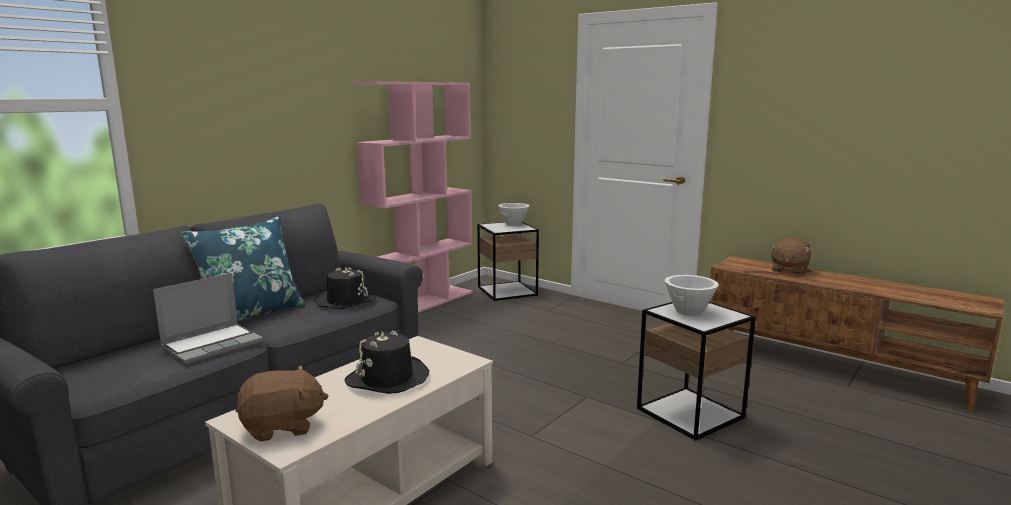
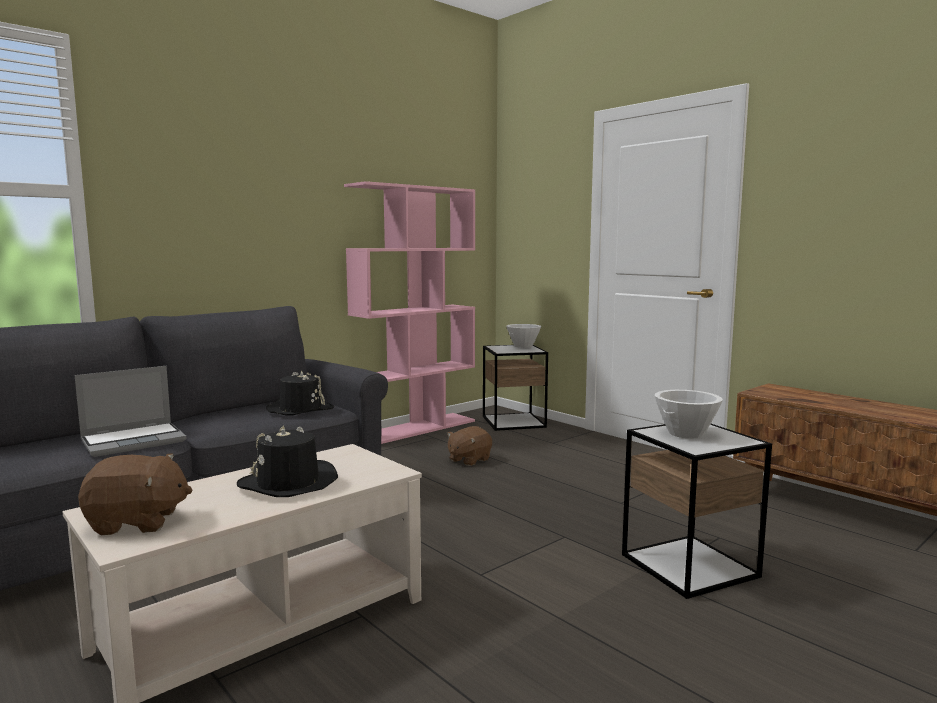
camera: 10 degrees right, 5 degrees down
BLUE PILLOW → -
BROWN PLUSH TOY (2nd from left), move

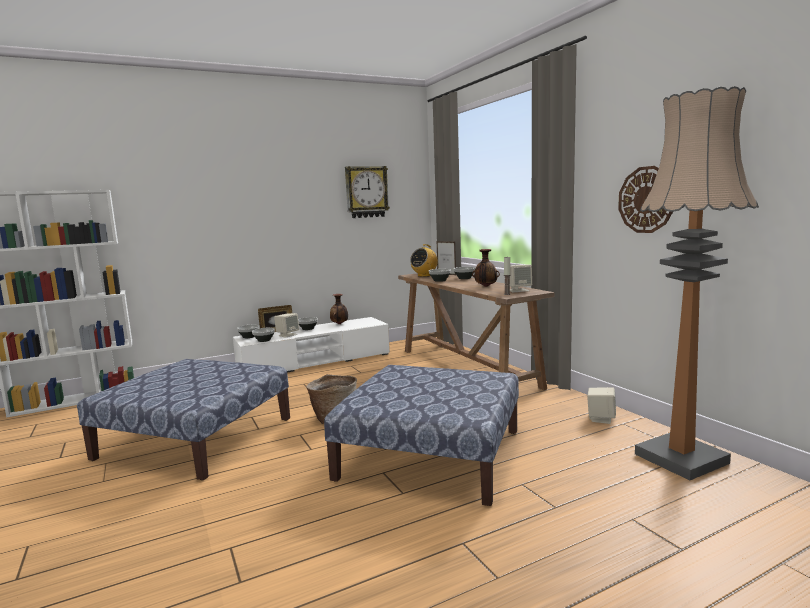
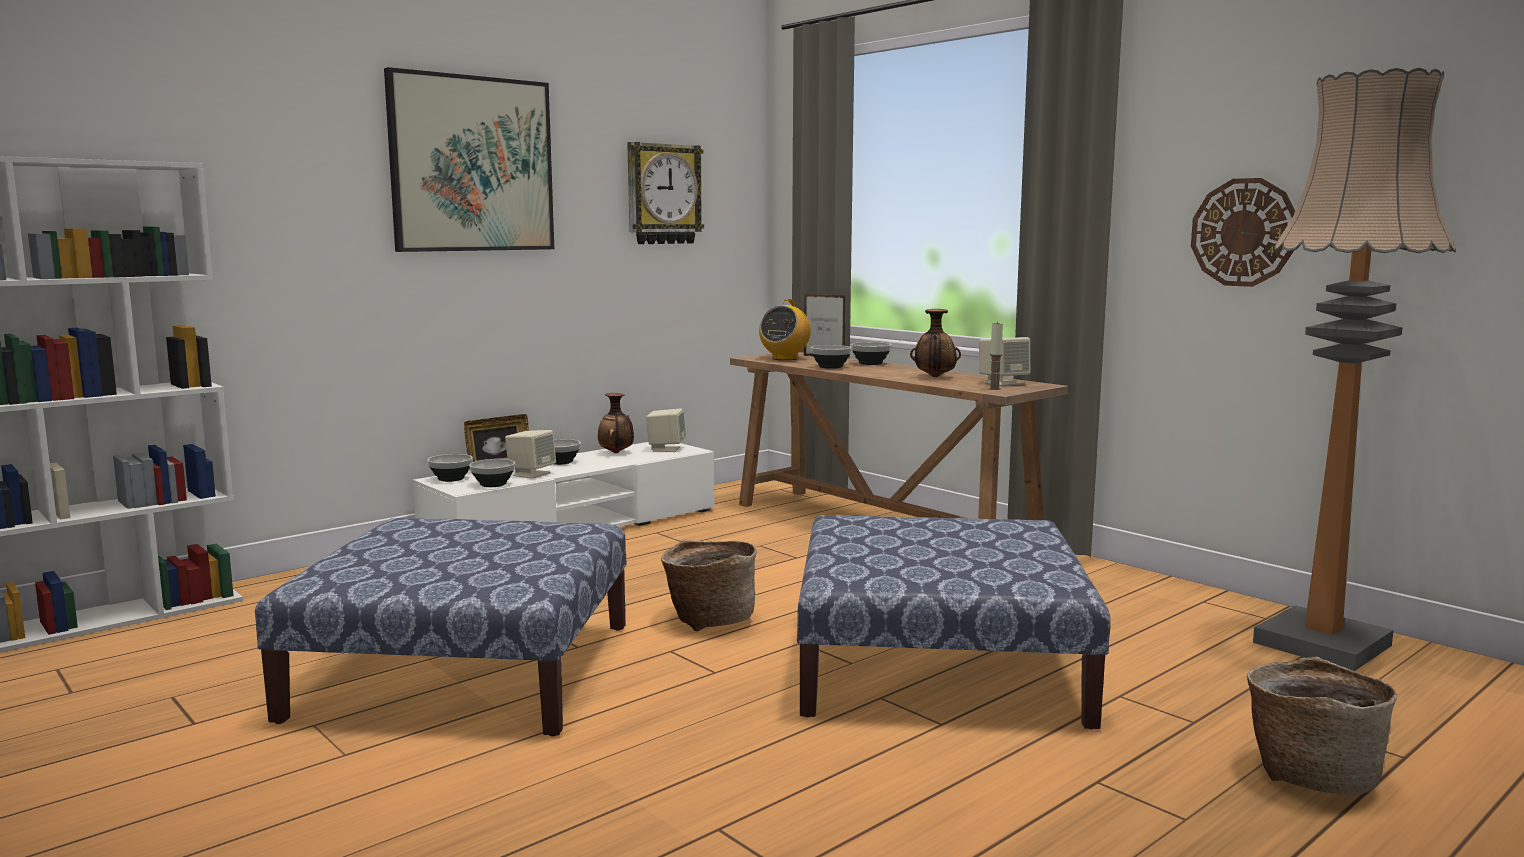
camera: 15 degrees left, 0 degrees up
- → PICTURE
- → BASKET (2nd from left)
BEIGE SPEAKER (3rd from left in the first image) → BEIGE SPEAKER (2nd from left), move

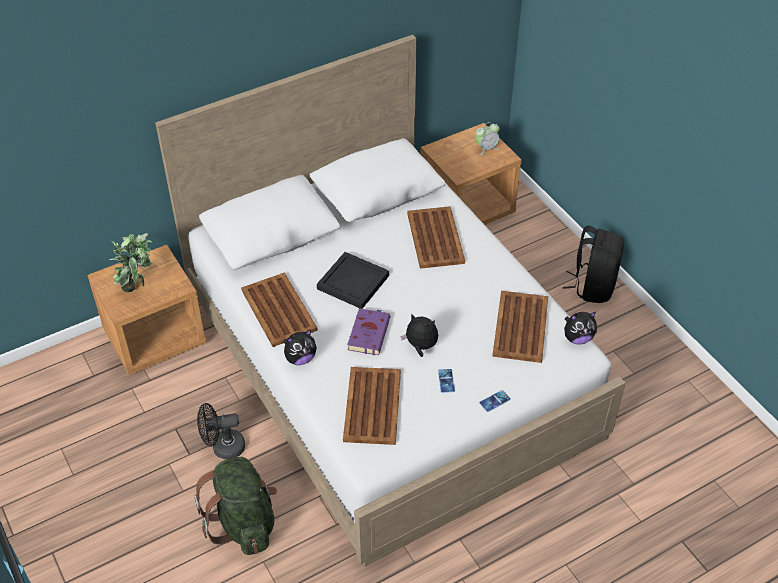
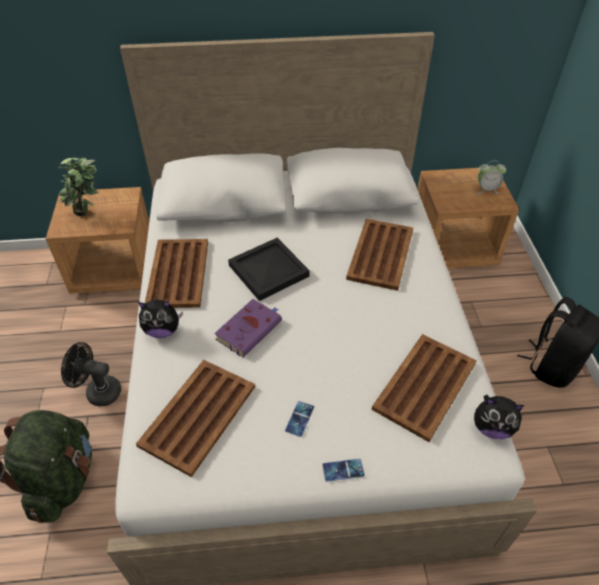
camera: 25 degrees right, 0 degrees up
PLUSH TOY (2nd from left) → -

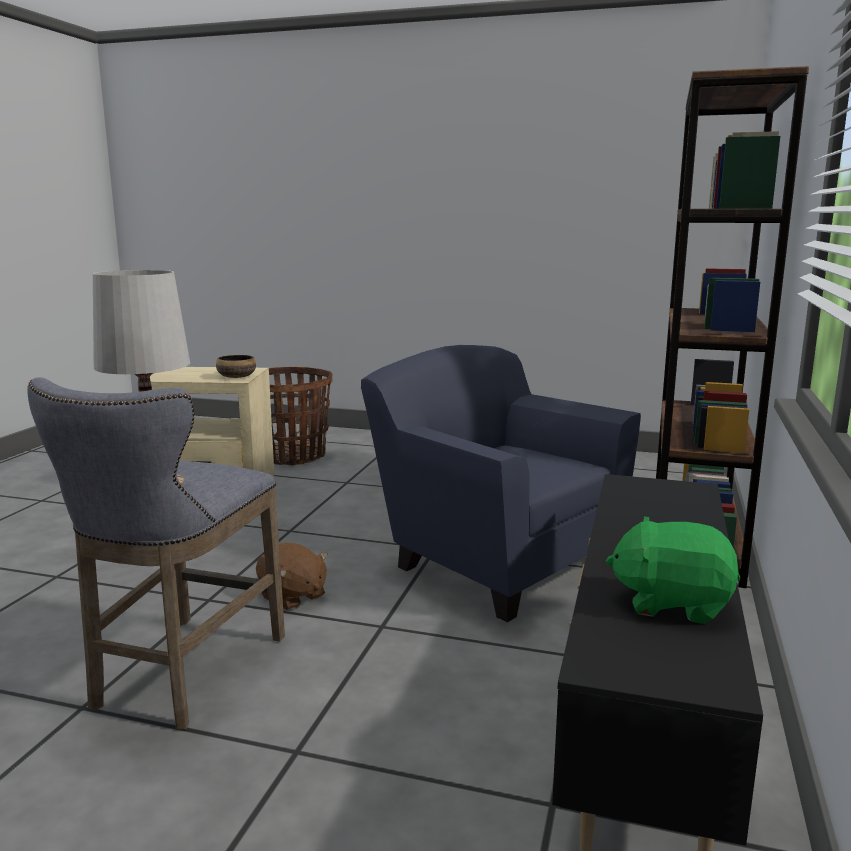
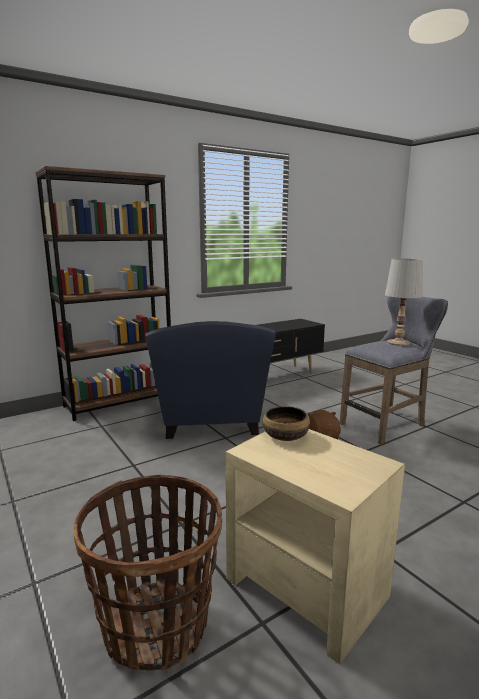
camera: 140 degrees left, 0 degrees up
GREEN PLUSH TOY → -

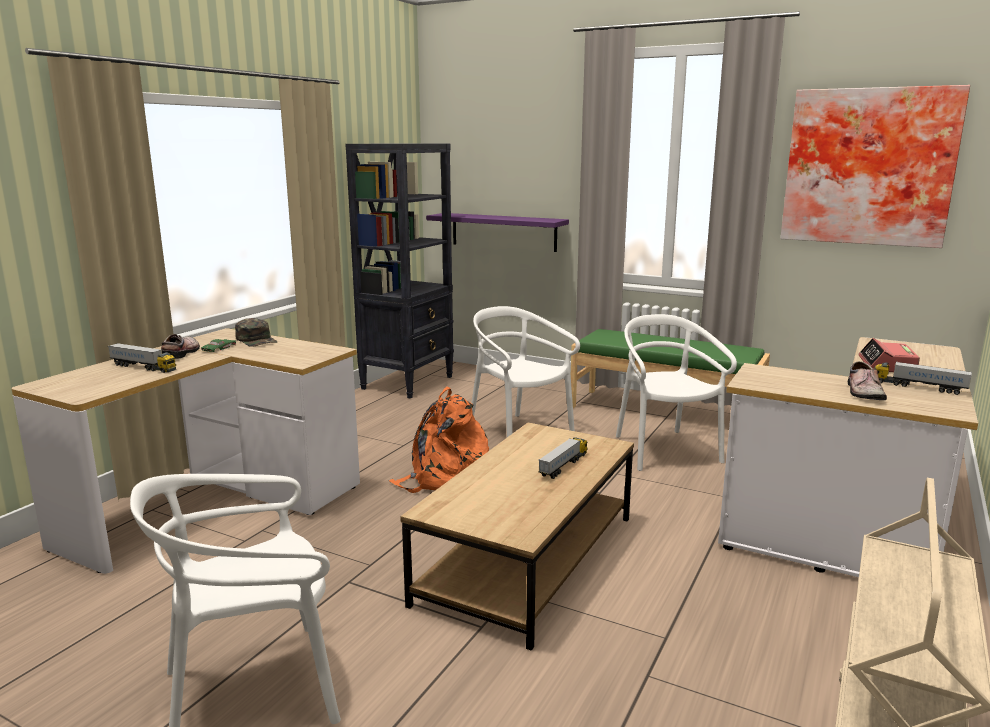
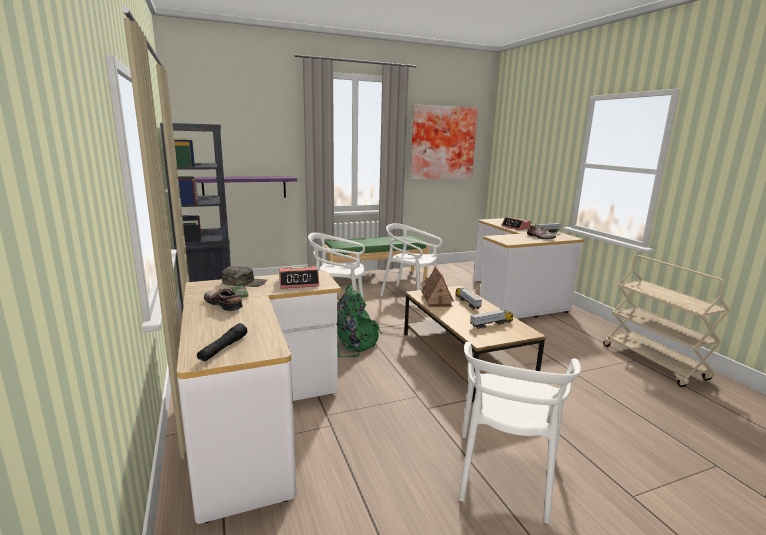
camera: 50 degrees left, 0 degrees up
- → BLACK FLASHLIGHT
- → ALARM CLOCK (1st from left)
- → TOY HOUSE
TOY TRUCK (1st from left in the first image) → TOY TRUCK (2nd from left), move
ORANGE BACKPACK → GREEN BACKPACK

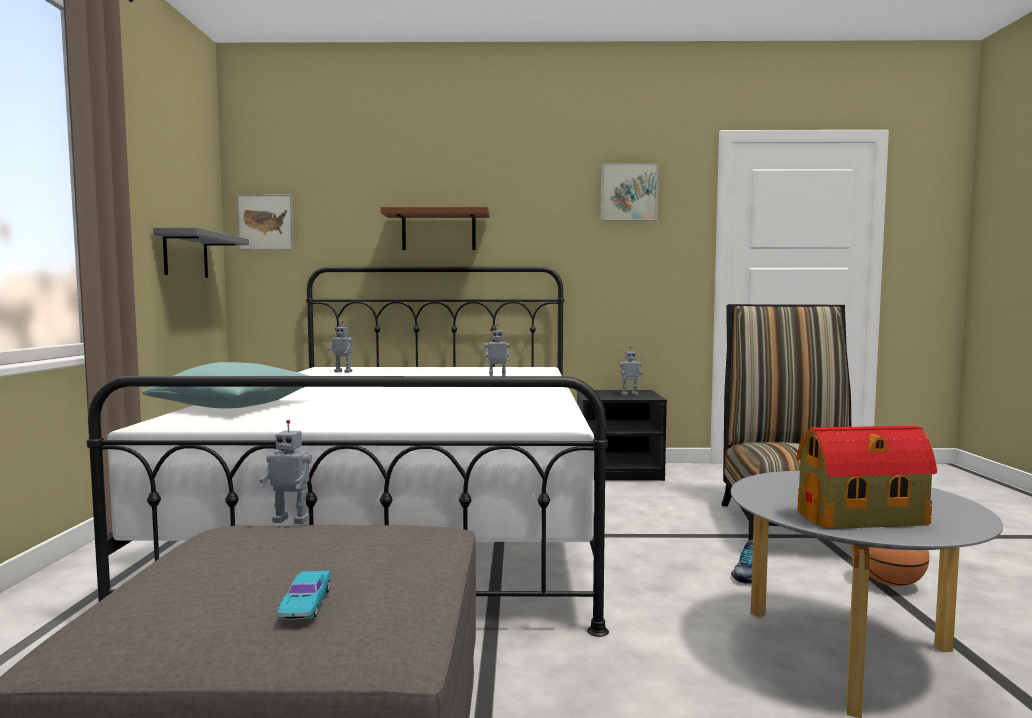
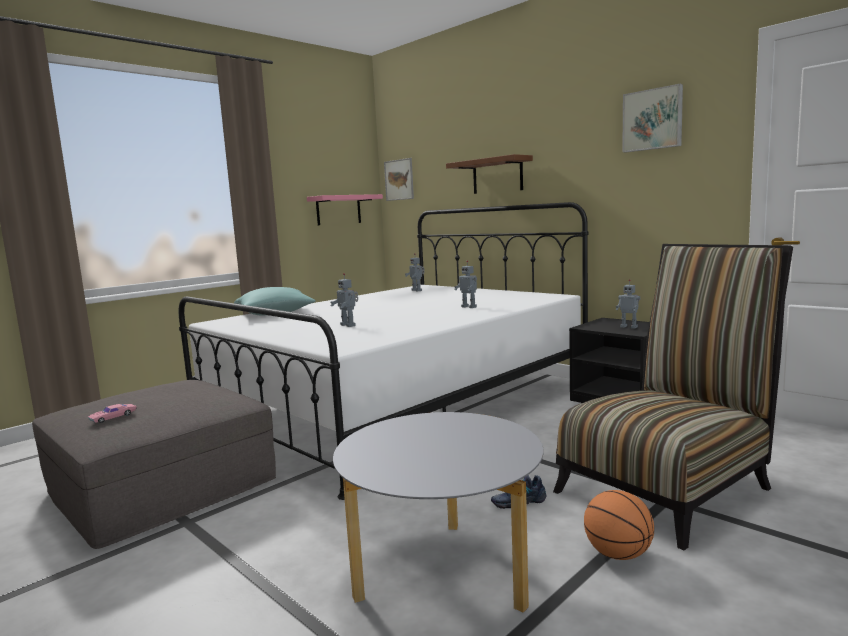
camera: 45 degrees right, 5 degrees up
TOY HOUSE → -
TOY ROBOT (1st from left), move
GREY SHELF → PINK SHELF
TURQUOISE TOY CAR → PINK TOY CAR

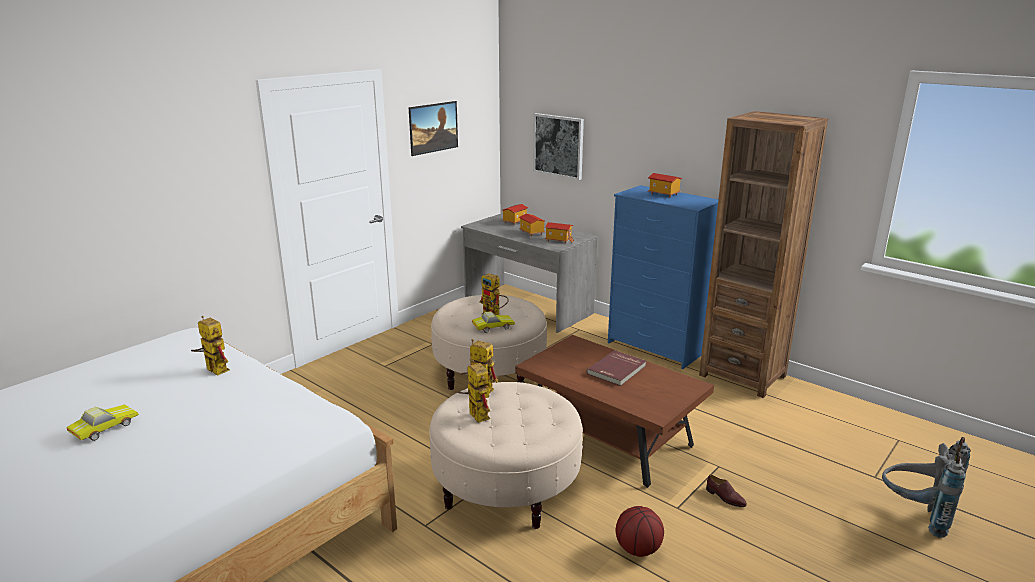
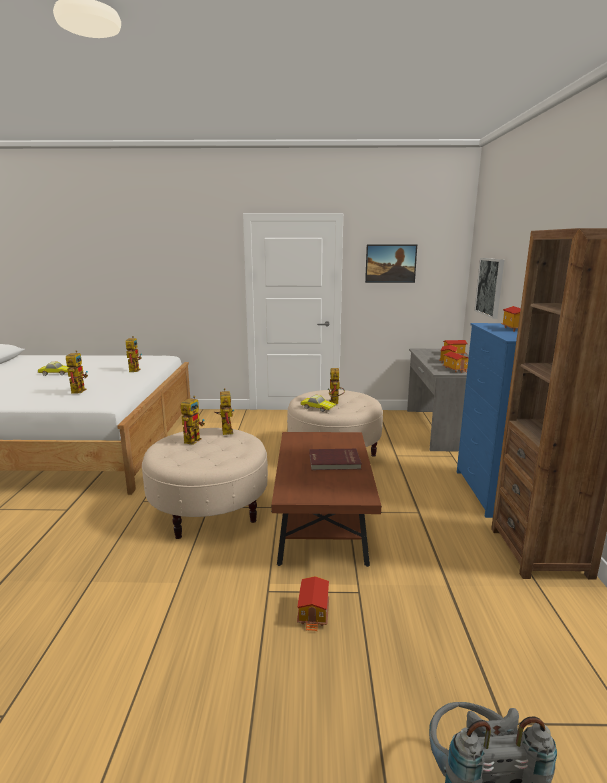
camera: 50 degrees right, 5 degrees down
BASKETBALL → -
- → TOY ROBOT (1st from left)
BROWN SHOE → TOY HOUSE (1st from left)

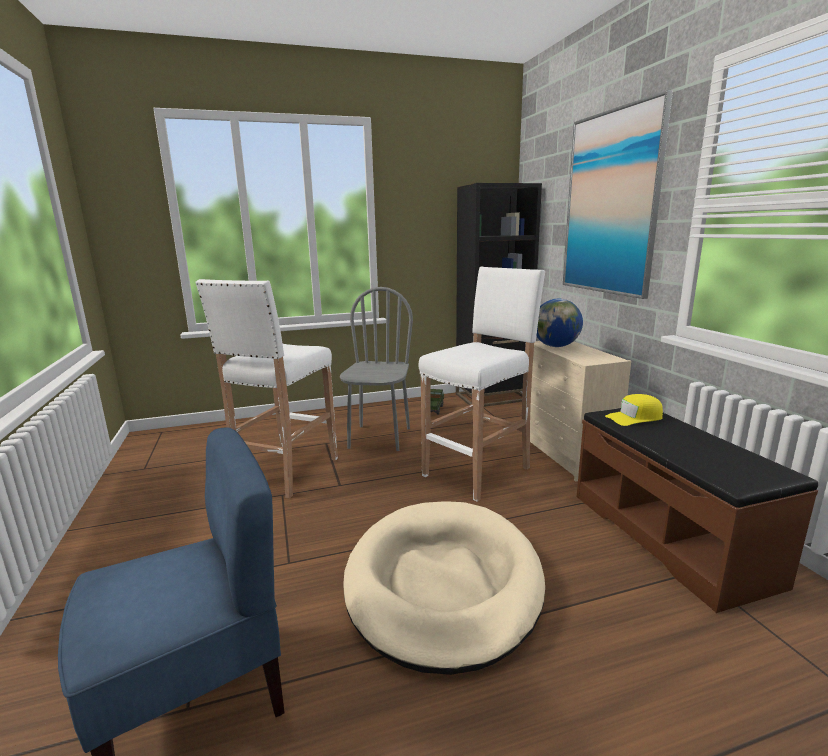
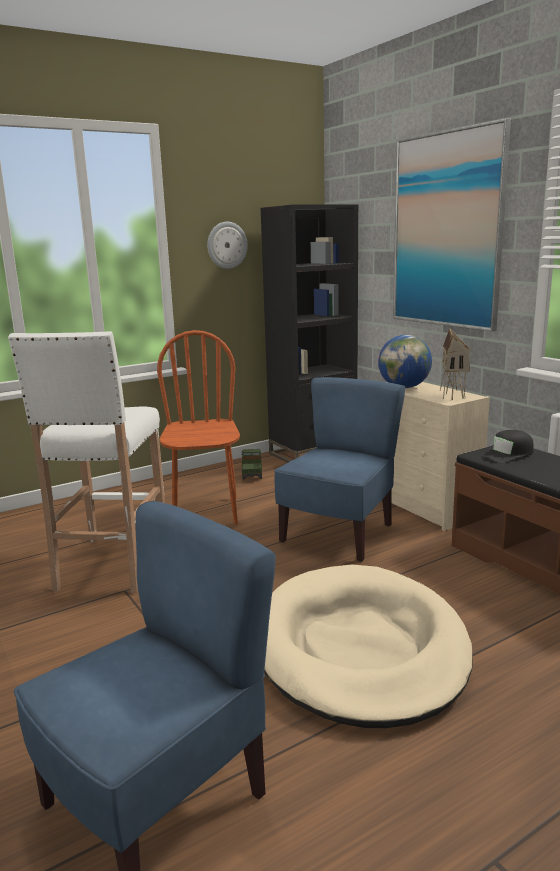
camera: 15 degrees left, 0 degrees up
- → WALL CLOCK
- → TOY HOUSE
WHITE STOOL (2nd from left) → BLUE CHAIR (2nd from left)
GREY CHAIR → BROWN CHAIR
YELLOW CAP → BLACK CAP

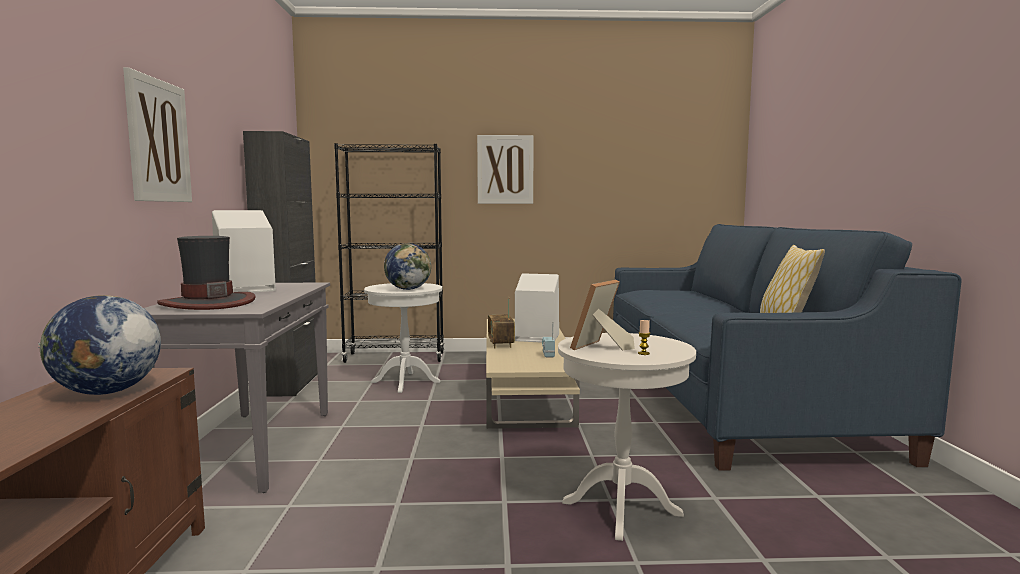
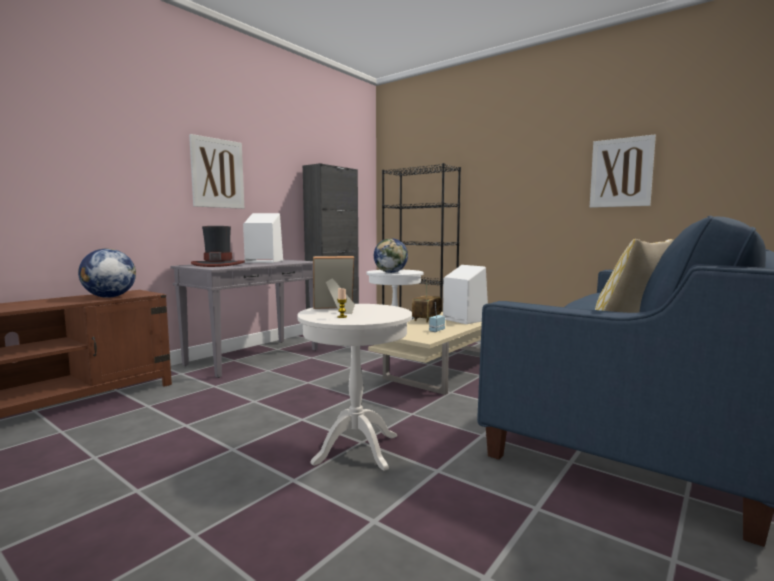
camera: 40 degrees right, 0 degrees up
PICTURE (2nd from left), move

